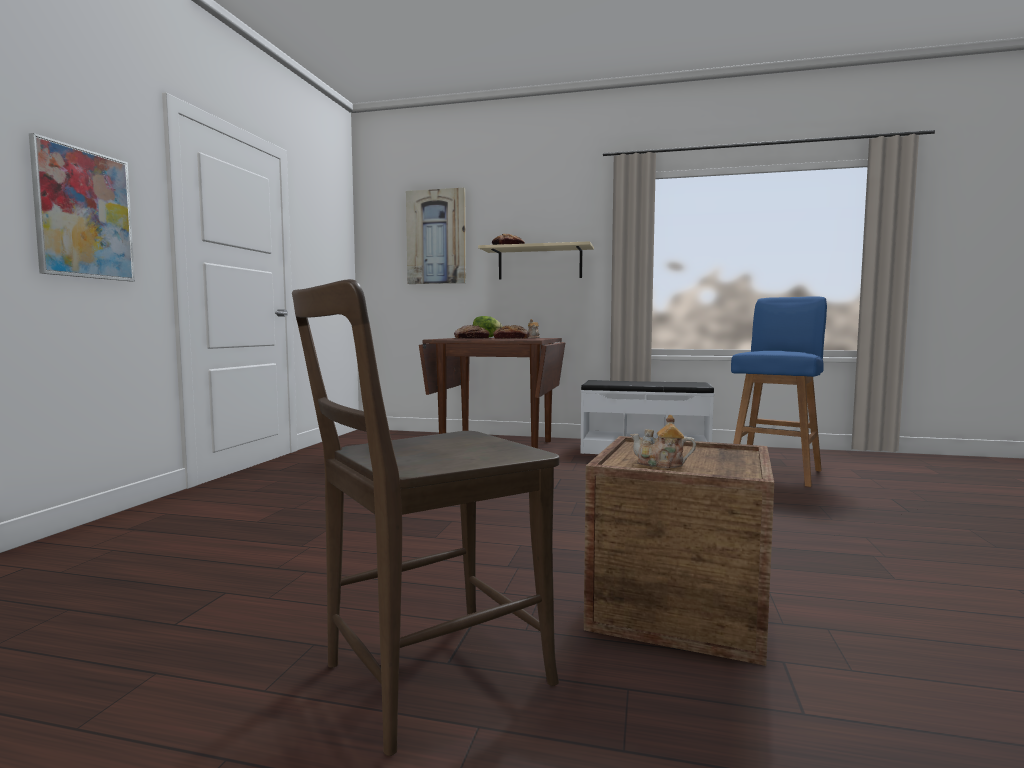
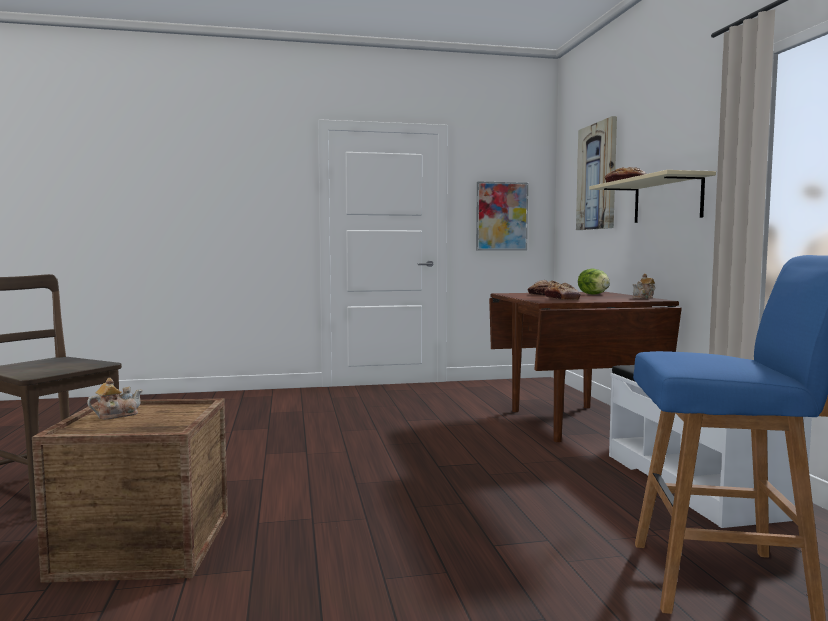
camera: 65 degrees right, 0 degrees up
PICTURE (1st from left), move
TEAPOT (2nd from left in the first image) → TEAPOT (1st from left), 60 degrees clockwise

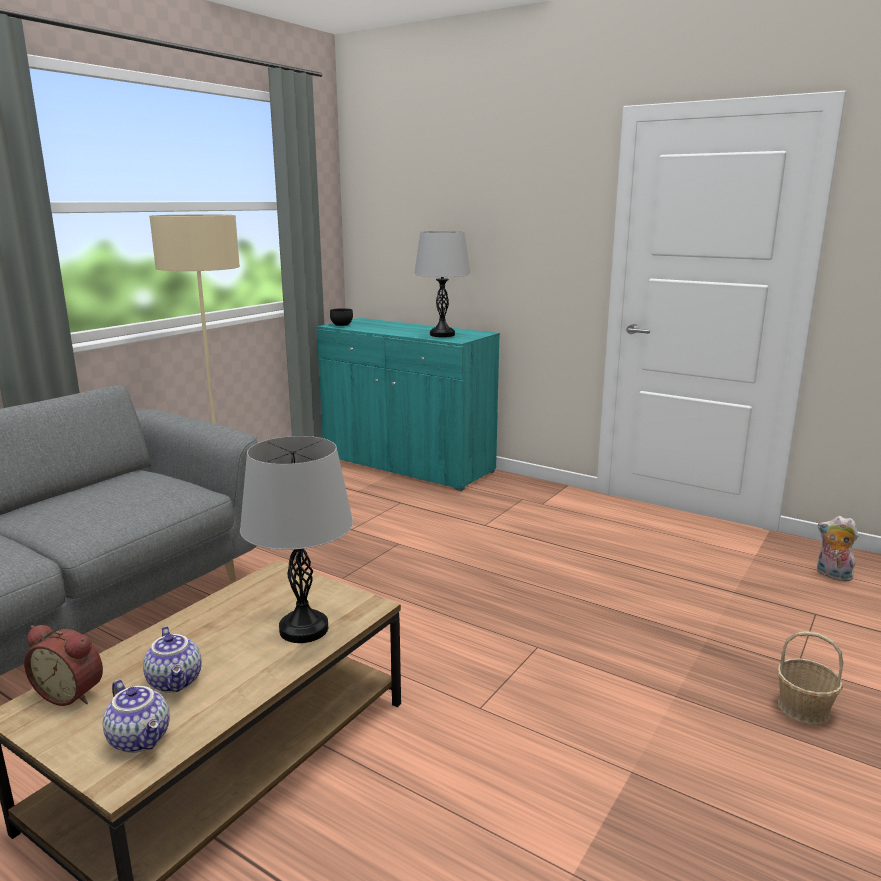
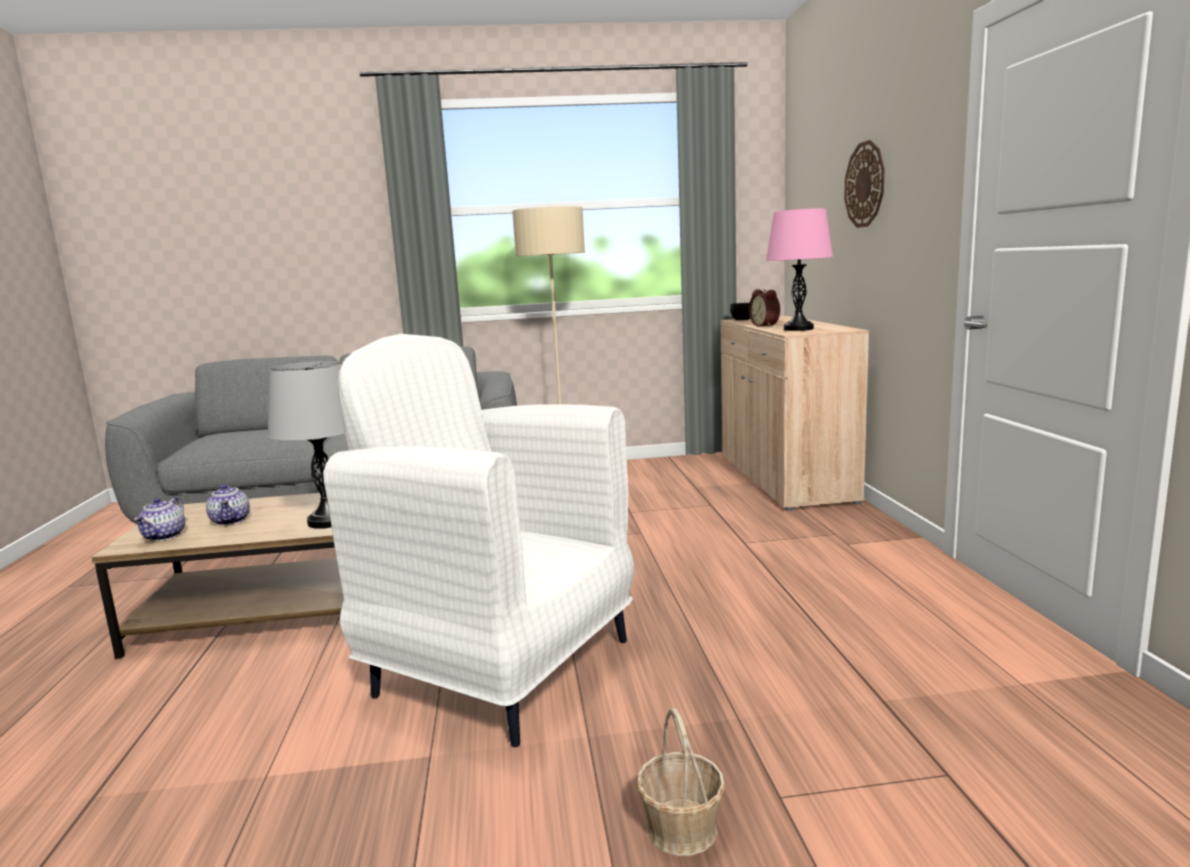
camera: 50 degrees right, 5 degrees down
PLUSH TOY → -
- → WHITE ARMCHAIR
- → WALL CLOCK
ALARM CLOCK, move
TURQUOISE CABINET → BEIGE CABINET
GREY TABLE LAMP (2nd from left) → PINK TABLE LAMP
TEAPOT (2nd from left), 45 degrees counterclockwise

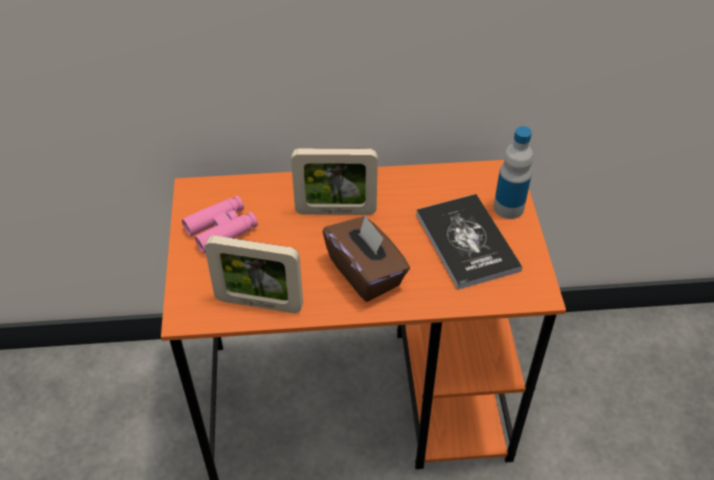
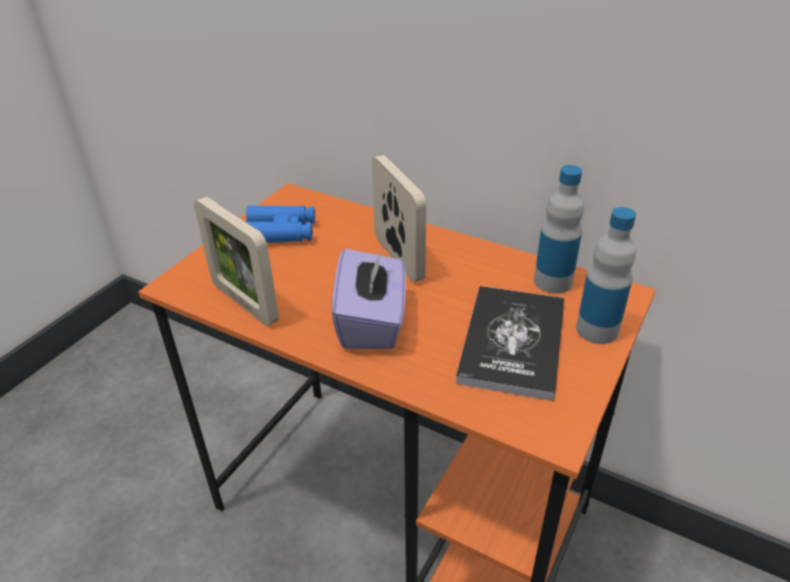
camera: 35 degrees right, 10 degrees down
- → BOTTLE (1st from left)
PINK BINOCULARS → BLUE BINOCULARS
BROWN TISSUE BOX → PURPLE TISSUE BOX
PICTURE FRAME (2nd from left), 150 degrees counterclockwise

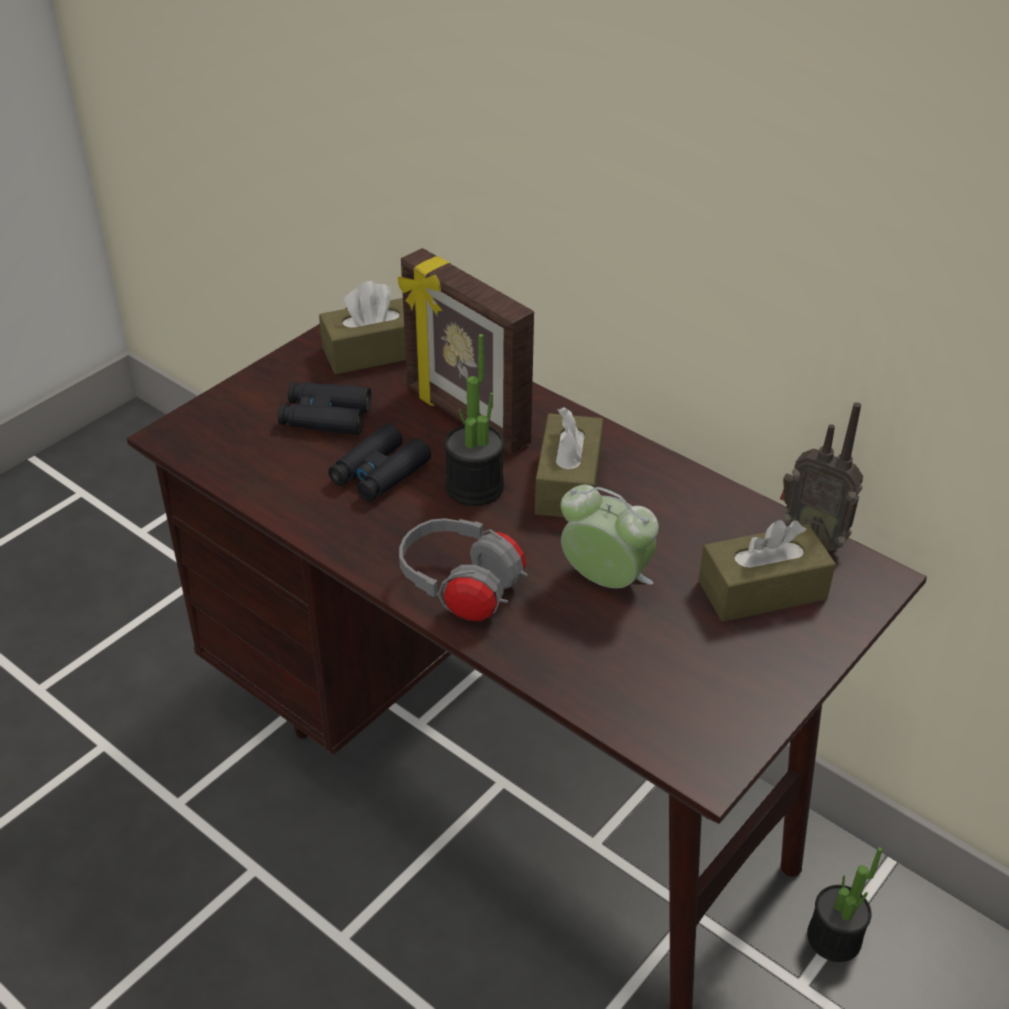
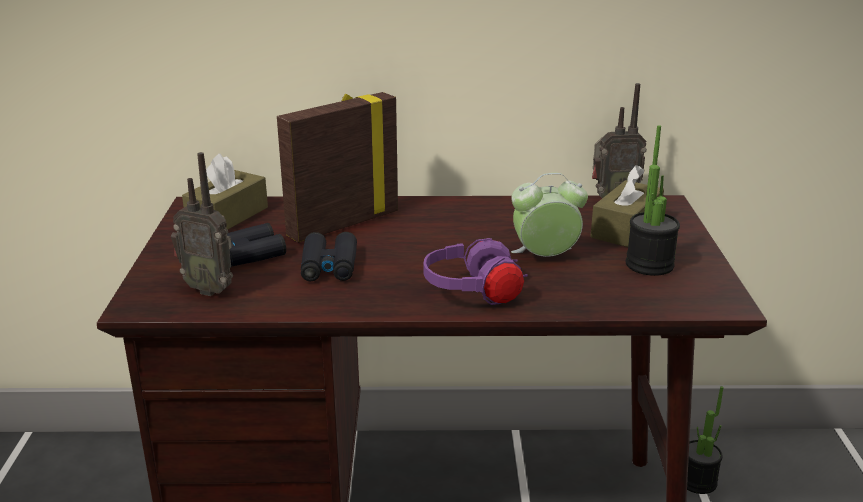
camera: 40 degrees left, 15 degrees down
BROWN TISSUE BOX (2nd from left) → -
- → RADIO (1st from left)
POTTED PLANT (1st from left), move
GREY HEADPHONES → PURPLE HEADPHONES
PICTURE FRAME, 135 degrees clockwise

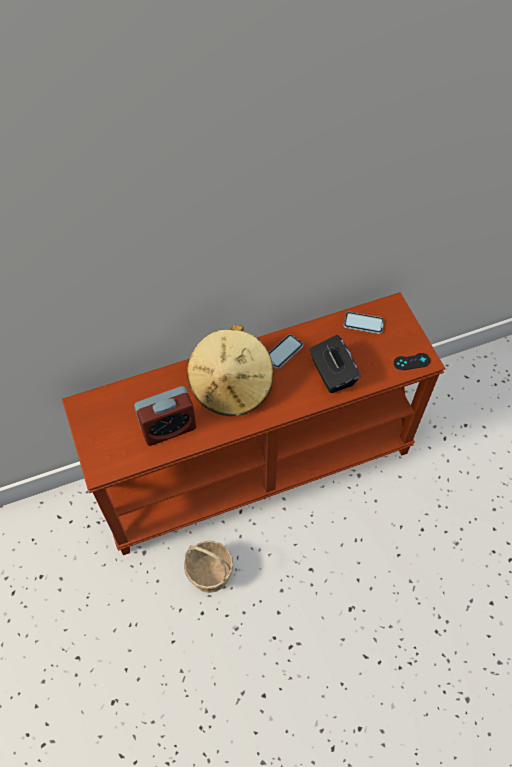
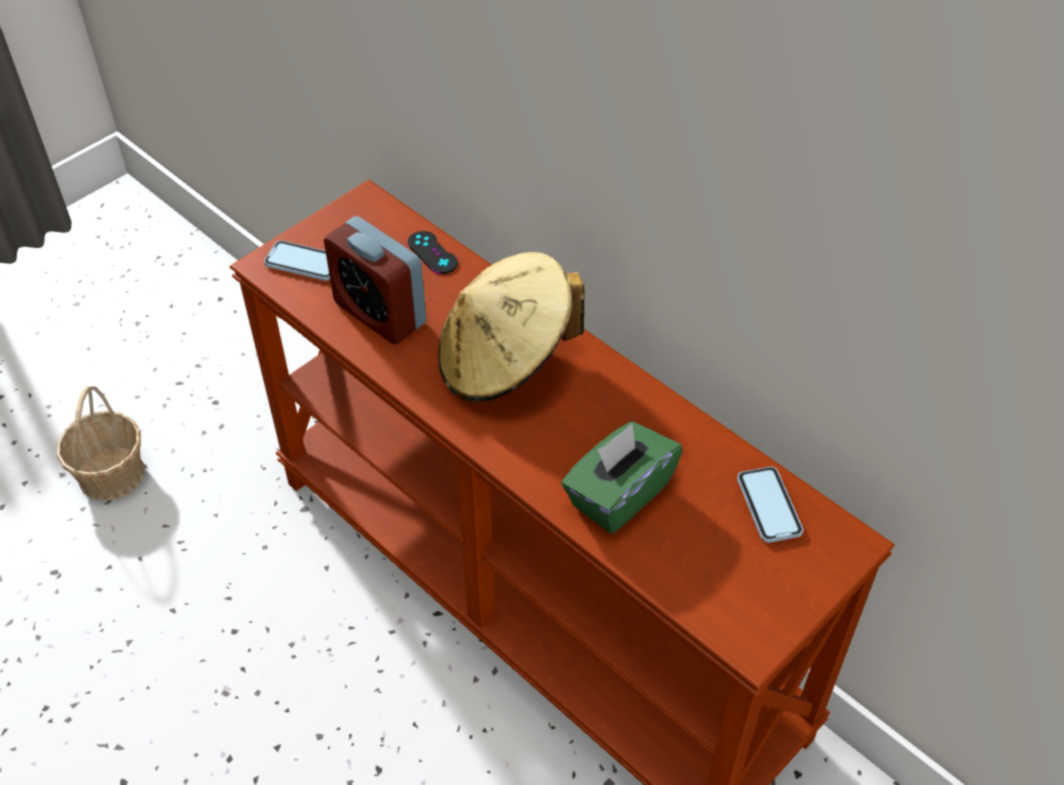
camera: 65 degrees right, 10 degrees down
BASKET, move
PHONE (1st from left), move
BLACK GAME CONTROLLER, move
BLACK TISSUE BOX → GREEN TISSUE BOX

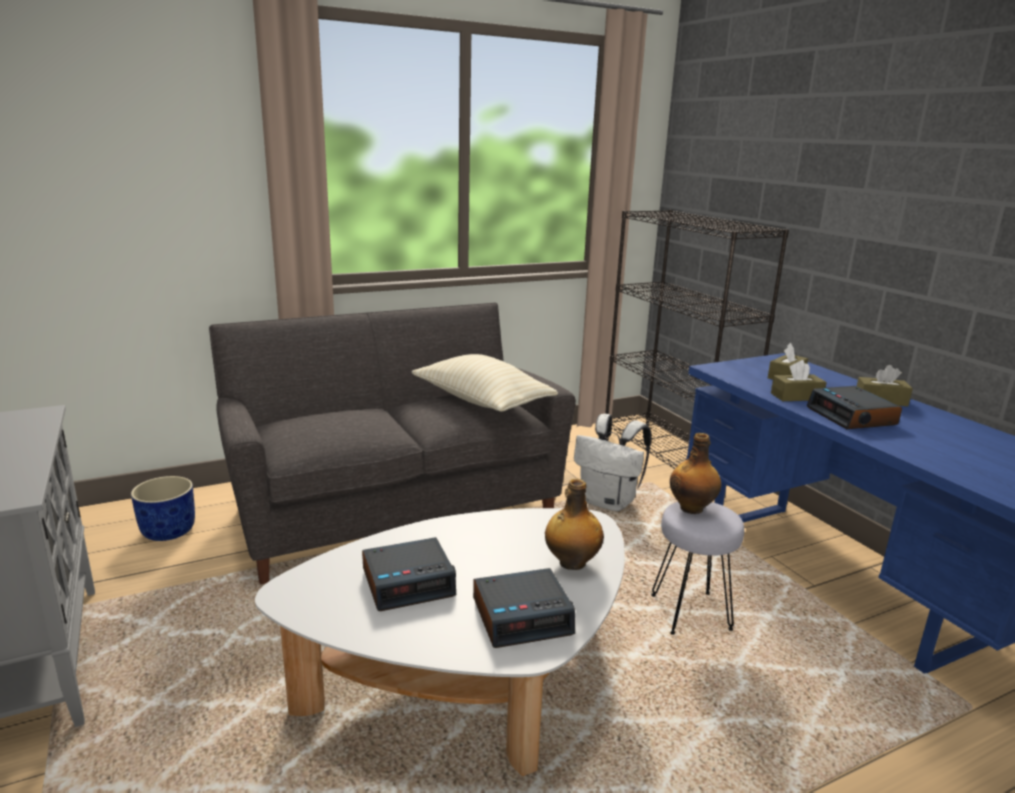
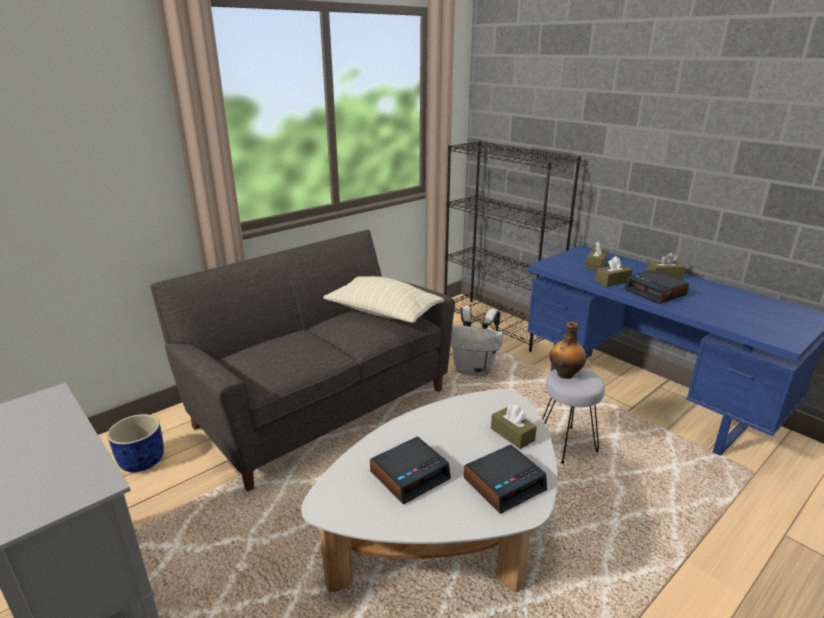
camera: 15 degrees left, 5 degrees up
BOTTLE (1st from left) → BROWN TISSUE BOX (1st from left)

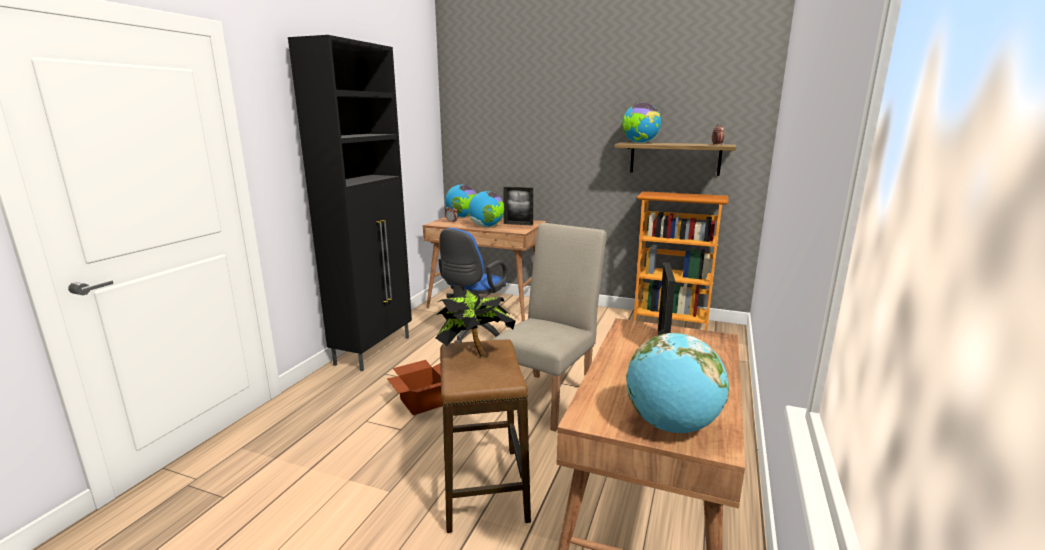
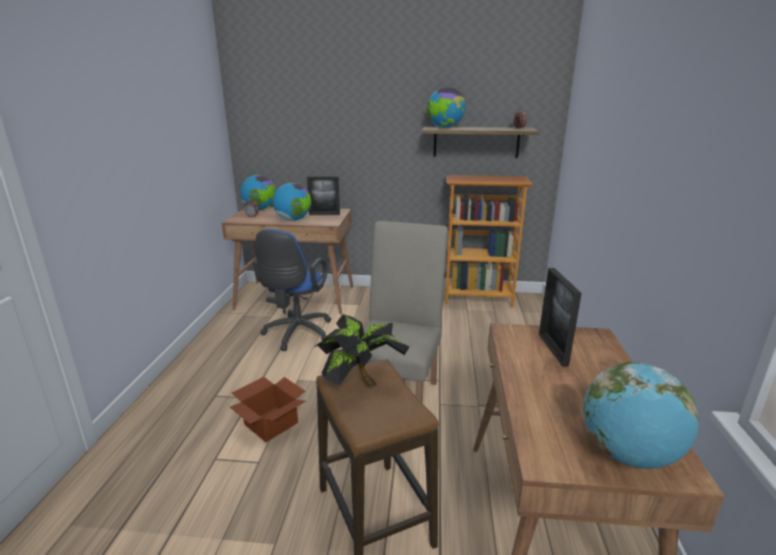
camera: 15 degrees left, 5 degrees up
BLACK CABINET → -

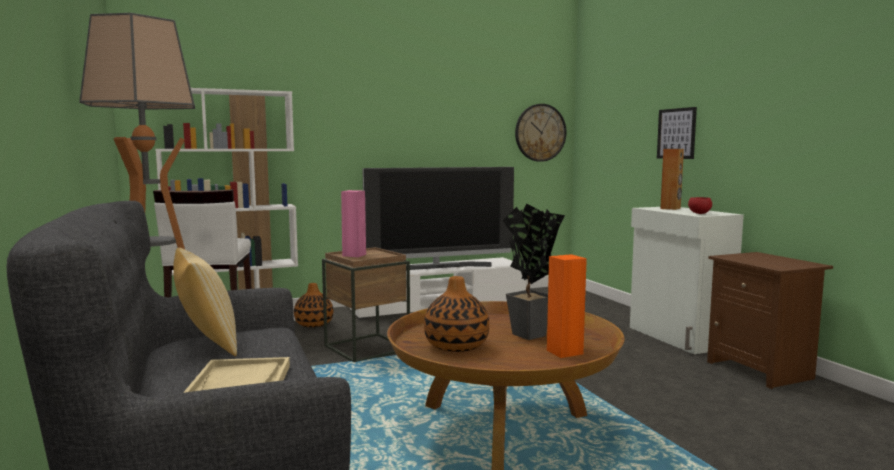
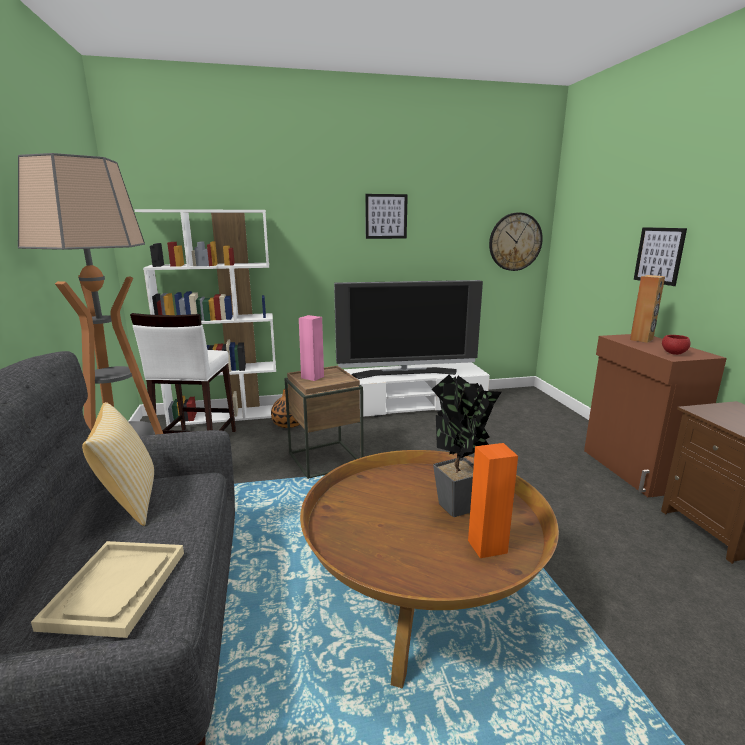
camera: 10 degrees right, 10 degrees up
VASE (2nd from left) → -
- → PICTURE (1st from left)
WHITE CABINET → BROWN CABINET

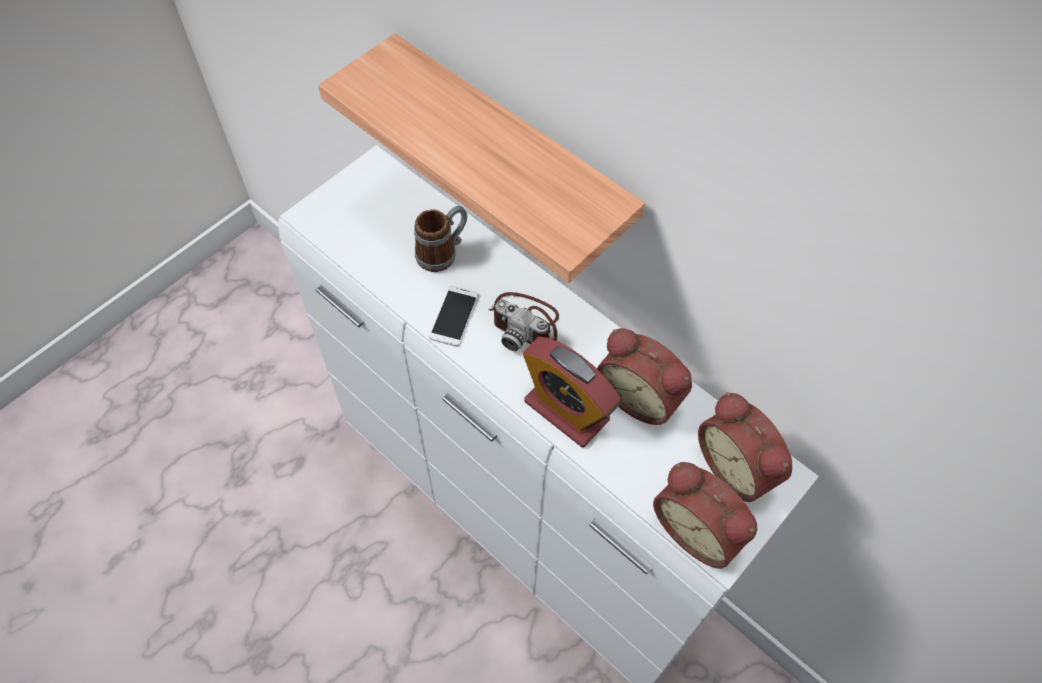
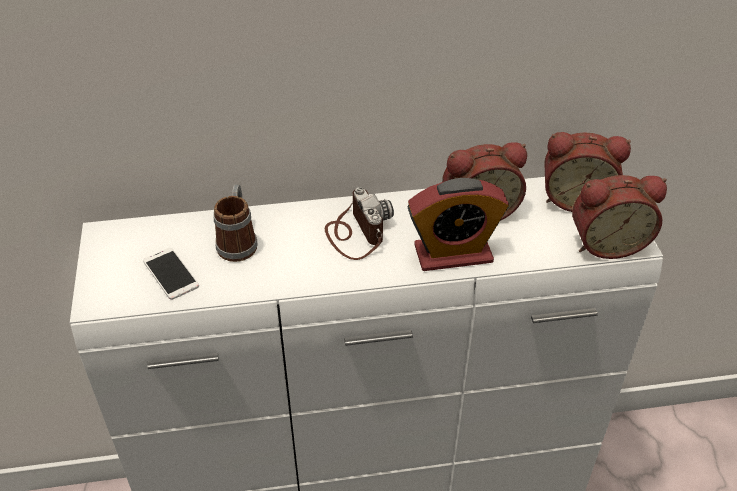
camera: 50 degrees left, 15 degrees down
SHELF → -
PHONE, move
PHOTO CAMERA, 90 degrees counterclockwise

